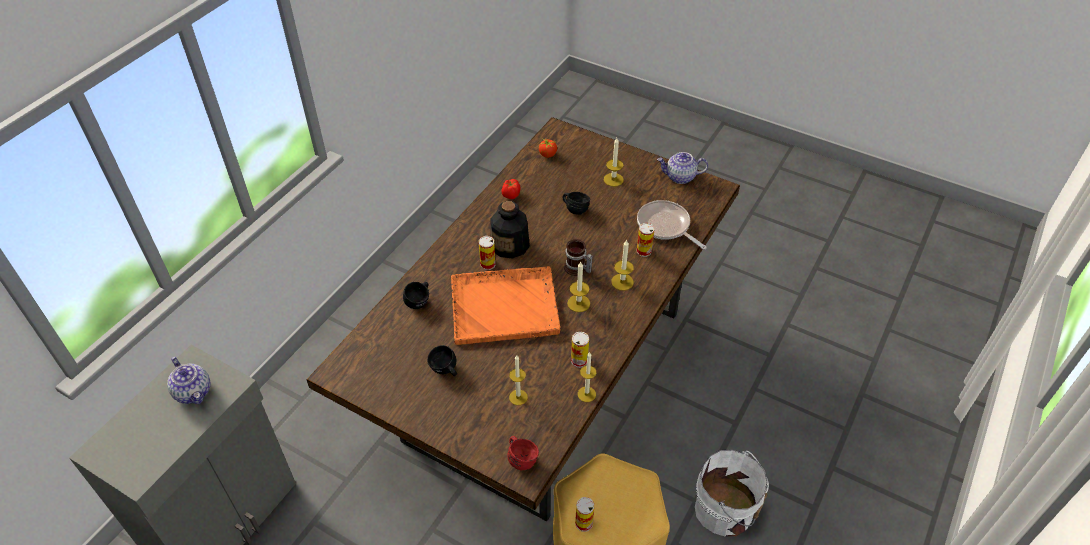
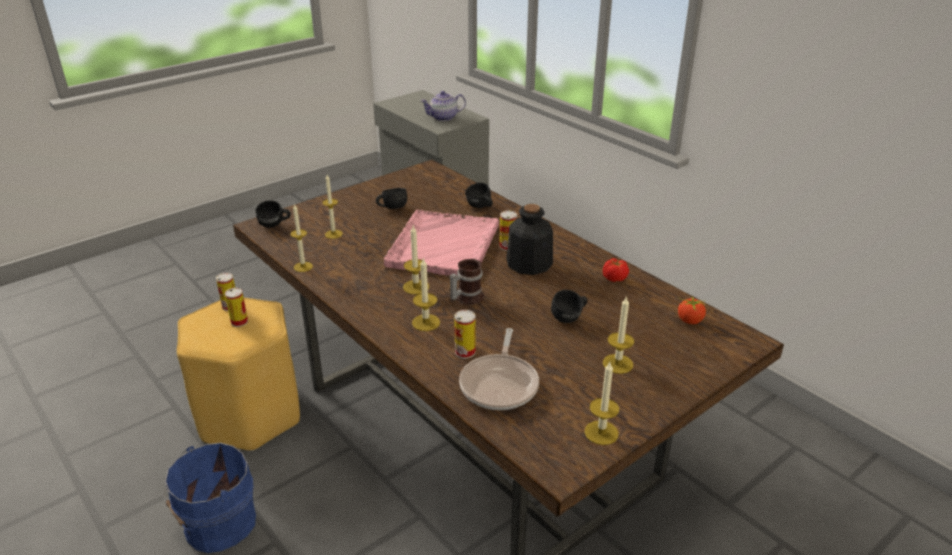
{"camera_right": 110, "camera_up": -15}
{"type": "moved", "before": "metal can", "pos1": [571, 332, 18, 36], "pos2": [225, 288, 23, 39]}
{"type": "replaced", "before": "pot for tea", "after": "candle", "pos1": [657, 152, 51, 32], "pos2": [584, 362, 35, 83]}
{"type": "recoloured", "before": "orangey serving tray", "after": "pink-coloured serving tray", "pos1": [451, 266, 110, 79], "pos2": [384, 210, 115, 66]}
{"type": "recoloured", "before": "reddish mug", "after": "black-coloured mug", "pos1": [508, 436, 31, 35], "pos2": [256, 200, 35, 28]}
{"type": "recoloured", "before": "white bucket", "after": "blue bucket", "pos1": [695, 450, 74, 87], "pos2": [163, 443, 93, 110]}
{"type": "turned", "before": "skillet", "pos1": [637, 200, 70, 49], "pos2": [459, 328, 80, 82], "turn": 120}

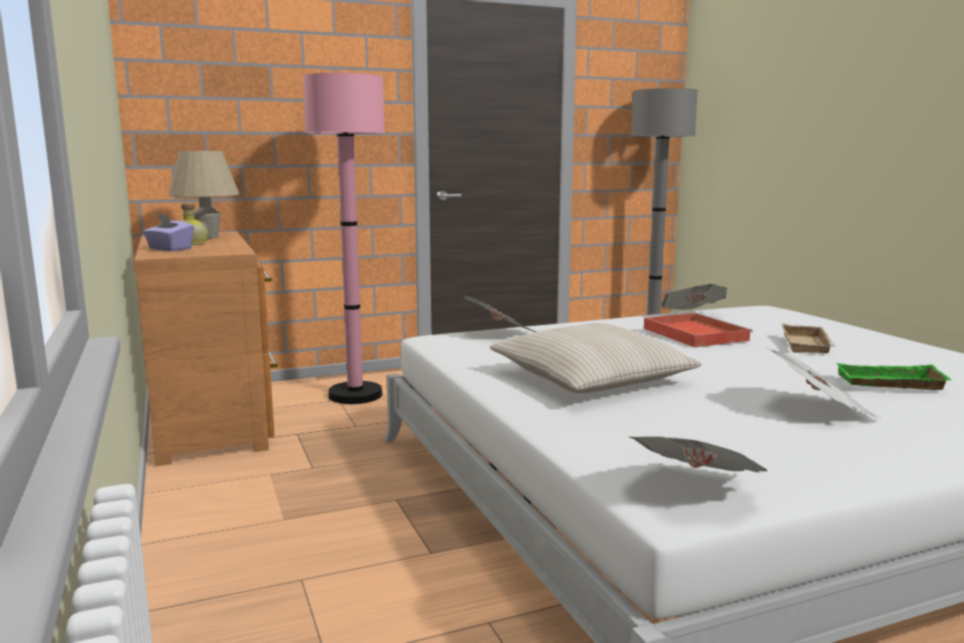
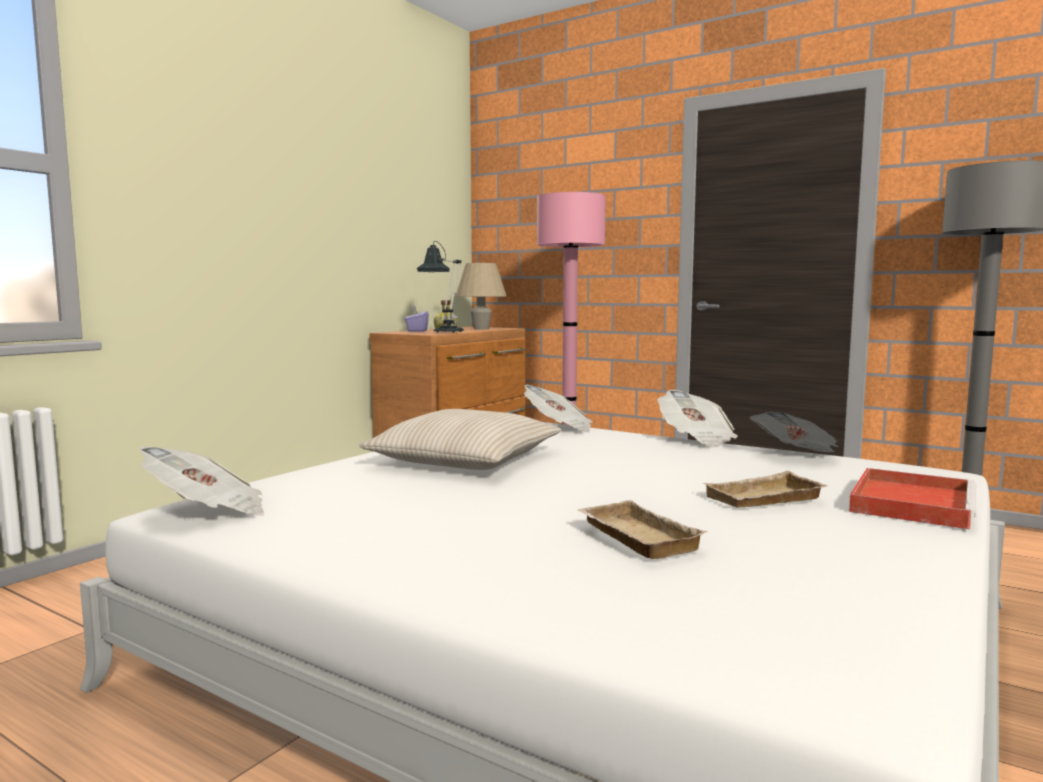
{"camera_right": 55, "camera_up": -5}
{"type": "added", "after": "tabletop lamp", "pos2": [417, 241, 47, 92]}
{"type": "moved", "before": "reddish serving tray", "pos1": [644, 312, 109, 35], "pos2": [849, 468, 127, 62]}
{"type": "moved", "before": "daily paper", "pos1": [767, 348, 113, 70], "pos2": [657, 390, 81, 58]}
{"type": "recoloured", "before": "greenish serving tray", "after": "beige-coloured serving tray", "pos1": [836, 363, 116, 27], "pos2": [578, 500, 129, 59]}

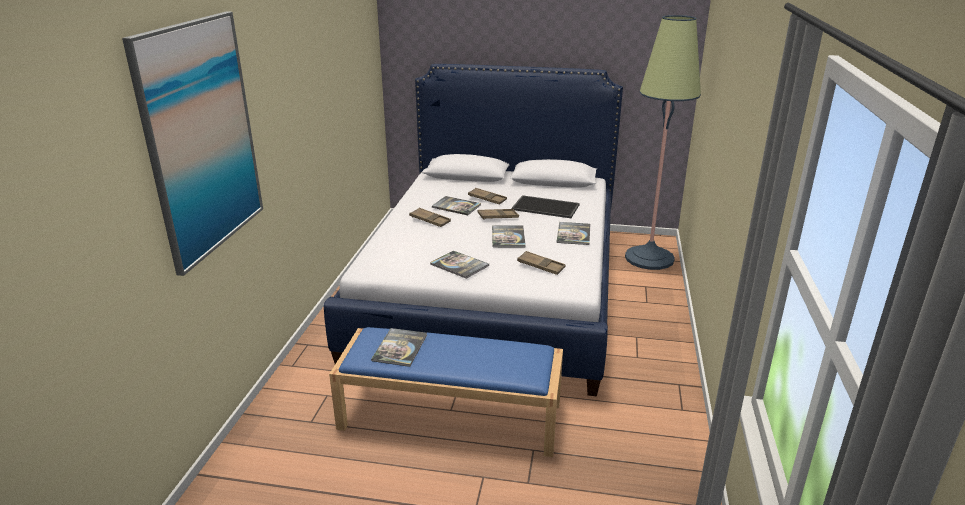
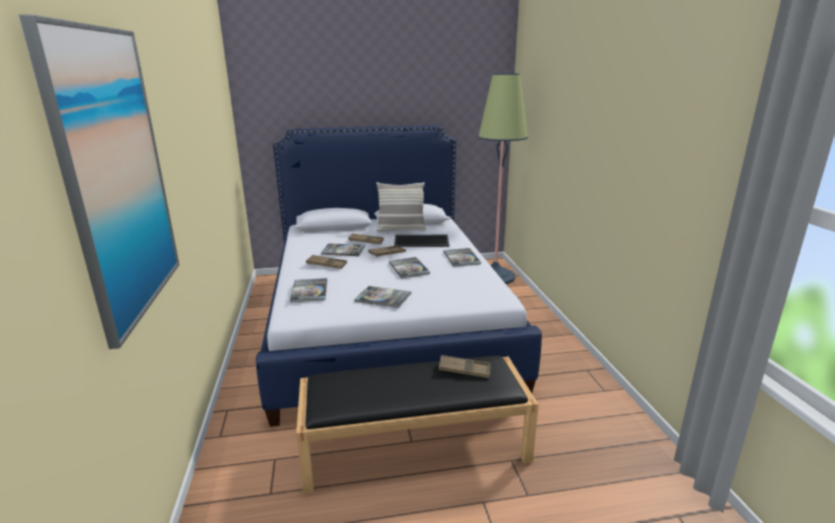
{"camera_right": -20, "camera_up": -5}
{"type": "added", "after": "cushion", "pos2": [376, 182, 50, 50]}
{"type": "moved", "before": "volume", "pos1": [371, 328, 56, 39], "pos2": [290, 278, 37, 24]}
{"type": "moved", "before": "brownish serving tray", "pos1": [517, 251, 48, 24], "pos2": [438, 355, 52, 23]}
{"type": "recoloured", "before": "blue bench", "after": "black-coloured bench", "pos1": [329, 327, 234, 130], "pos2": [296, 356, 243, 139]}

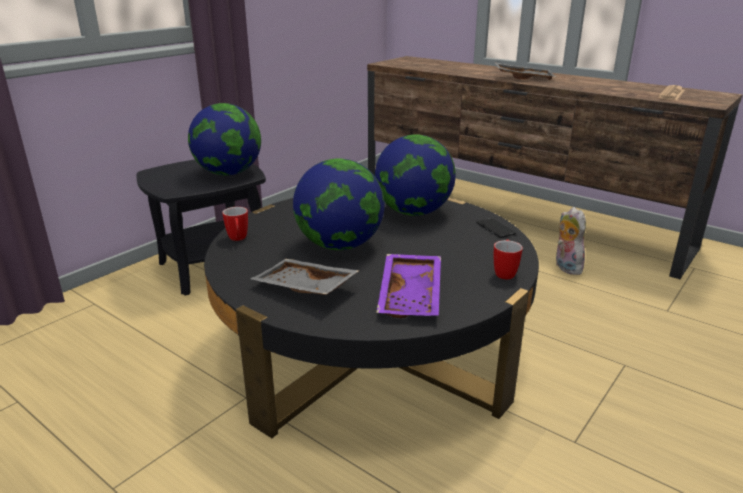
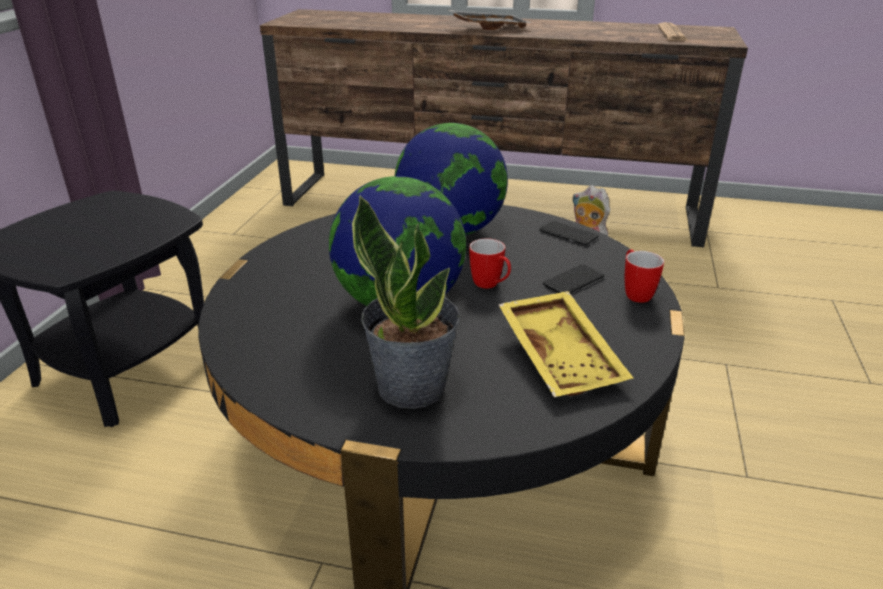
{"camera_right": -25, "camera_up": 5}
{"type": "removed", "before": "desk globe", "pos1": [188, 103, 73, 72]}
{"type": "added", "after": "handset", "pos2": [543, 264, 61, 29]}
{"type": "moved", "before": "mug", "pos1": [222, 207, 26, 34], "pos2": [469, 239, 42, 50]}
{"type": "replaced", "before": "grey serving tray", "after": "houseplant", "pos1": [250, 259, 109, 36], "pos2": [352, 195, 108, 214]}
{"type": "recoloured", "before": "purple-coloured serving tray", "after": "yellow-coloured serving tray", "pos1": [376, 254, 65, 64], "pos2": [498, 291, 135, 106]}

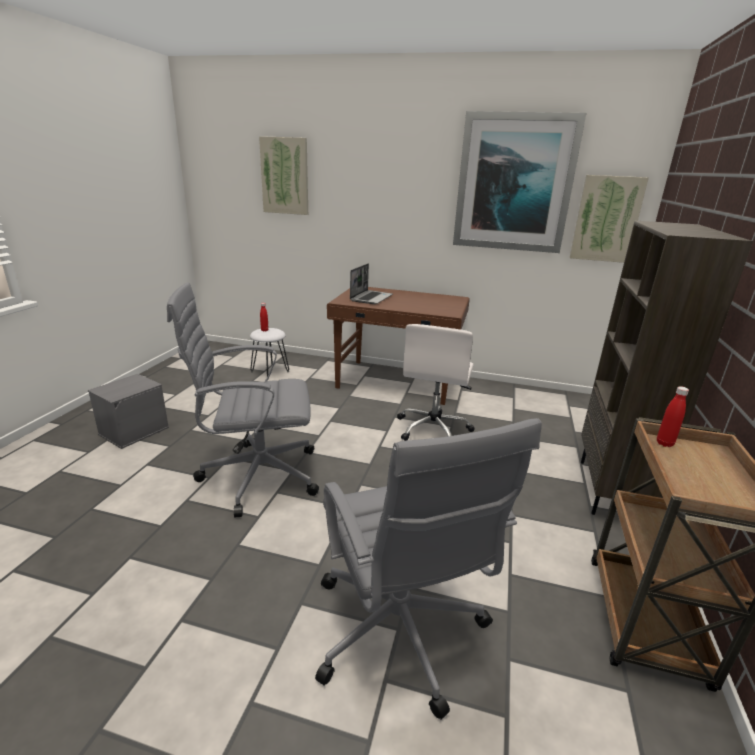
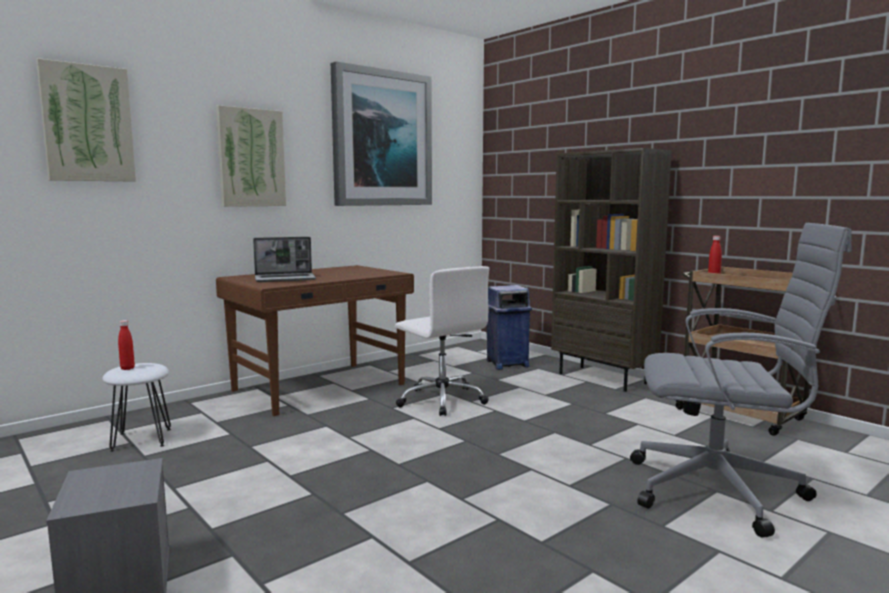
{"camera_right": -55, "camera_up": -15}
{"type": "removed", "before": "grey office chair", "pos1": [167, 282, 152, 235]}
{"type": "added", "after": "blue trash can", "pos2": [486, 285, 46, 85]}
{"type": "moved", "before": "picture", "pos1": [570, 175, 79, 88], "pos2": [216, 105, 70, 102]}
{"type": "turned", "before": "portable computer", "pos1": [350, 264, 43, 40], "pos2": [253, 237, 63, 45], "turn": 105}

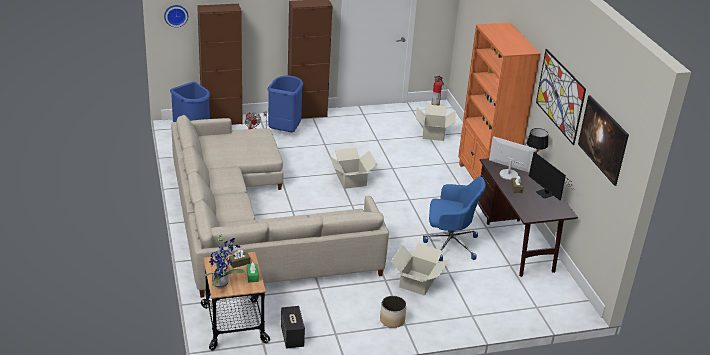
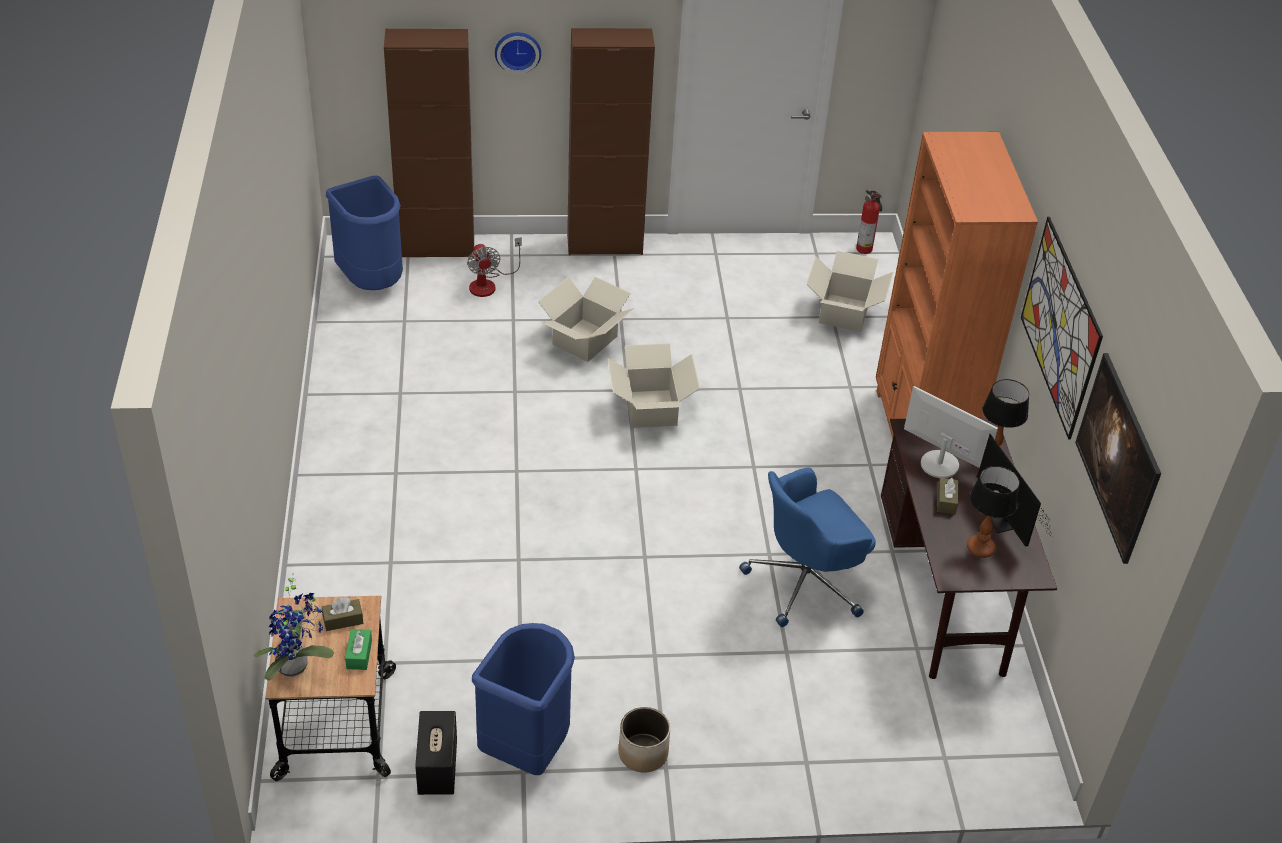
{"camera_right": 10, "camera_up": 10}
{"type": "removed", "before": "beige-coloured couch", "pos1": [171, 115, 218, 183]}
{"type": "added", "after": "tabletop lamp", "pos2": [967, 466, 53, 92]}
{"type": "moved", "before": "wall clock", "pos1": [164, 5, 24, 22], "pos2": [495, 32, 46, 42]}
{"type": "moved", "before": "blue trash can", "pos1": [268, 76, 35, 56], "pos2": [472, 623, 103, 152]}
{"type": "moved", "before": "packing box", "pos1": [391, 243, 58, 53], "pos2": [538, 277, 96, 85]}
{"type": "turned", "before": "blue office chair", "pos1": [423, 177, 63, 84], "pos2": [739, 468, 137, 159], "turn": 135}

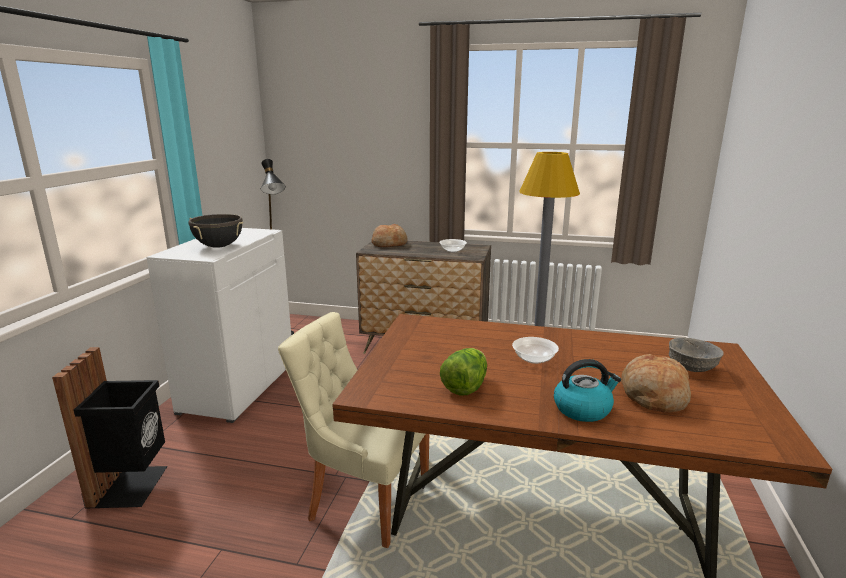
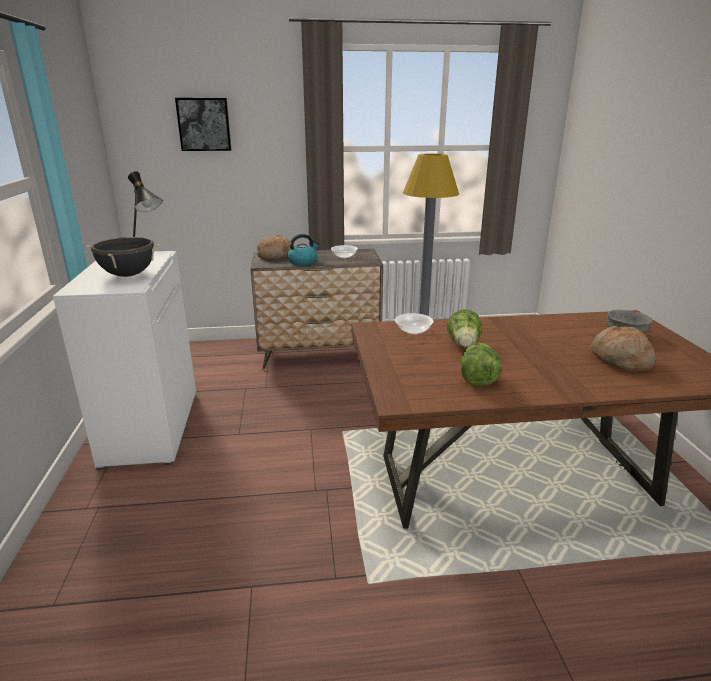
{"camera_right": -20, "camera_up": 5}
{"type": "removed", "before": "black-coloured trash can", "pos1": [52, 347, 116, 161]}
{"type": "removed", "before": "beige-coloured plain chair", "pos1": [278, 312, 151, 236]}
{"type": "added", "after": "picture", "pos2": [175, 98, 57, 53]}
{"type": "added", "after": "head of lettuce", "pos2": [447, 309, 35, 38]}
{"type": "moved", "before": "serving bowl", "pos1": [512, 337, 47, 27], "pos2": [395, 313, 39, 22]}
{"type": "moved", "before": "kettle", "pos1": [554, 359, 67, 63], "pos2": [287, 234, 32, 31]}

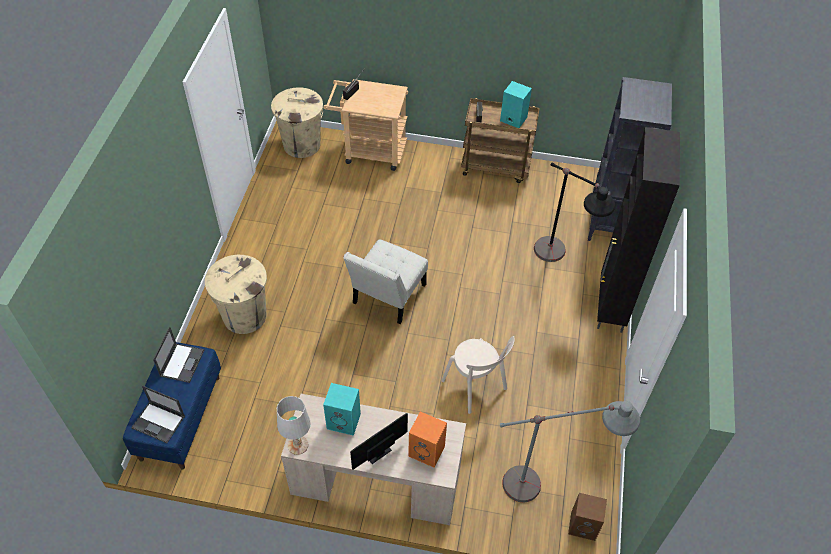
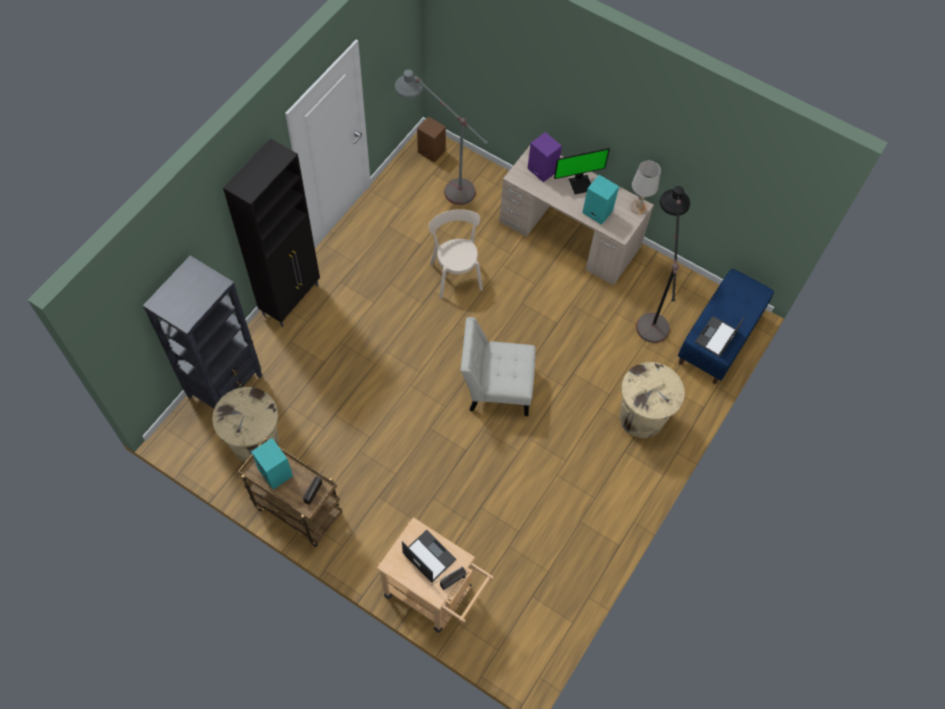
{"camera_right": -160, "camera_up": 10}
{"type": "moved", "before": "portable computer", "pos1": [131, 386, 54, 57], "pos2": [402, 530, 55, 53]}
{"type": "moved", "before": "beige-coloured trash can", "pos1": [271, 87, 52, 71], "pos2": [212, 387, 66, 76]}
{"type": "moved", "before": "black-coloured floor lamp", "pos1": [534, 163, 81, 99], "pos2": [636, 186, 54, 157]}
{"type": "recoloured", "before": "orangey audio speaker", "after": "purple-coloured audio speaker", "pos1": [408, 412, 39, 56], "pos2": [527, 132, 35, 50]}
{"type": "turned", "before": "white plain chair", "pos1": [343, 239, 85, 85], "pos2": [461, 317, 75, 99], "turn": -135}

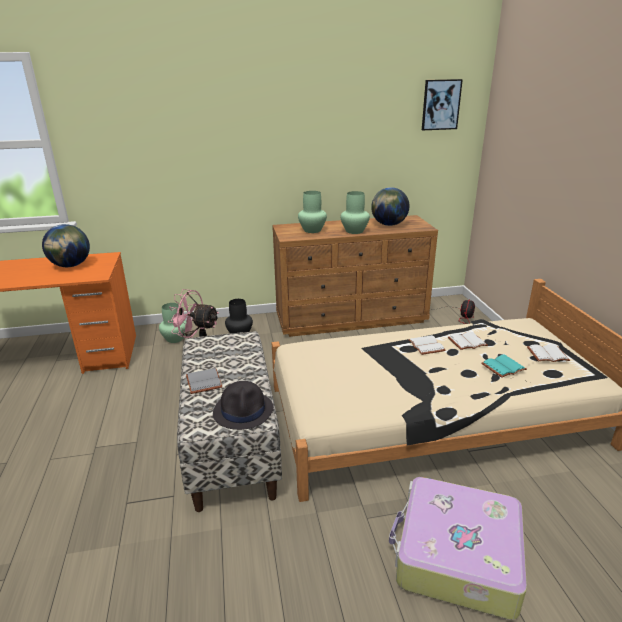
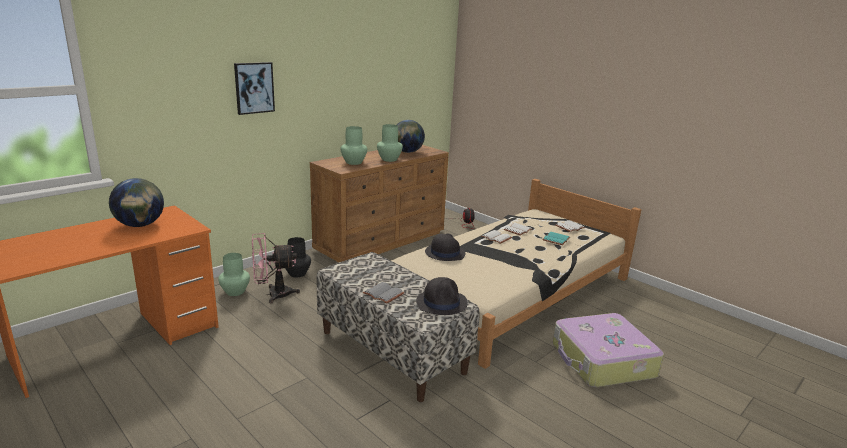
{"camera_right": -35, "camera_up": -5}
{"type": "added", "after": "black-coloured clothing hat", "pos2": [425, 234, 41, 27]}
{"type": "moved", "before": "picture", "pos1": [422, 79, 41, 51], "pos2": [234, 62, 41, 53]}

